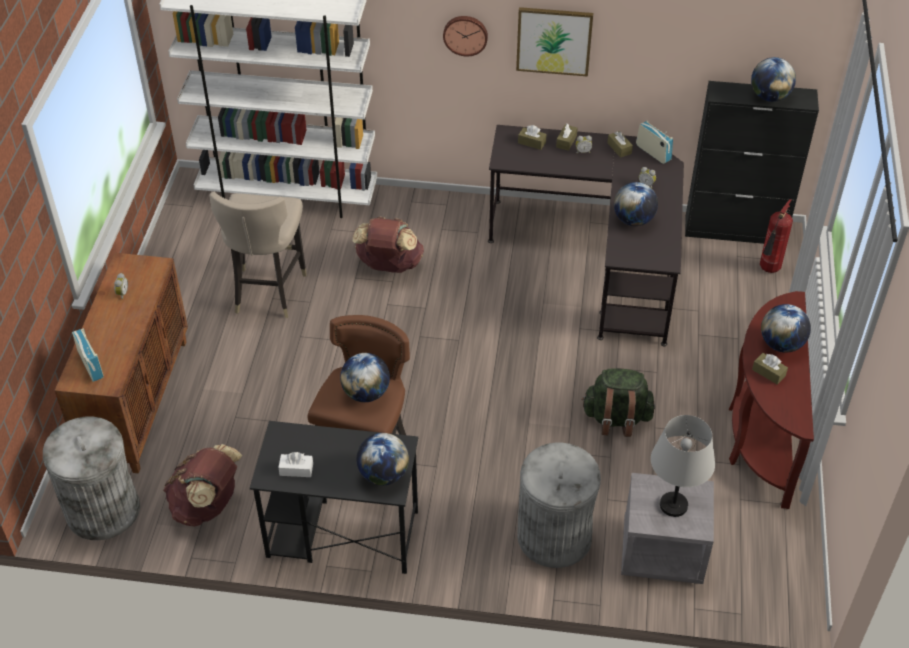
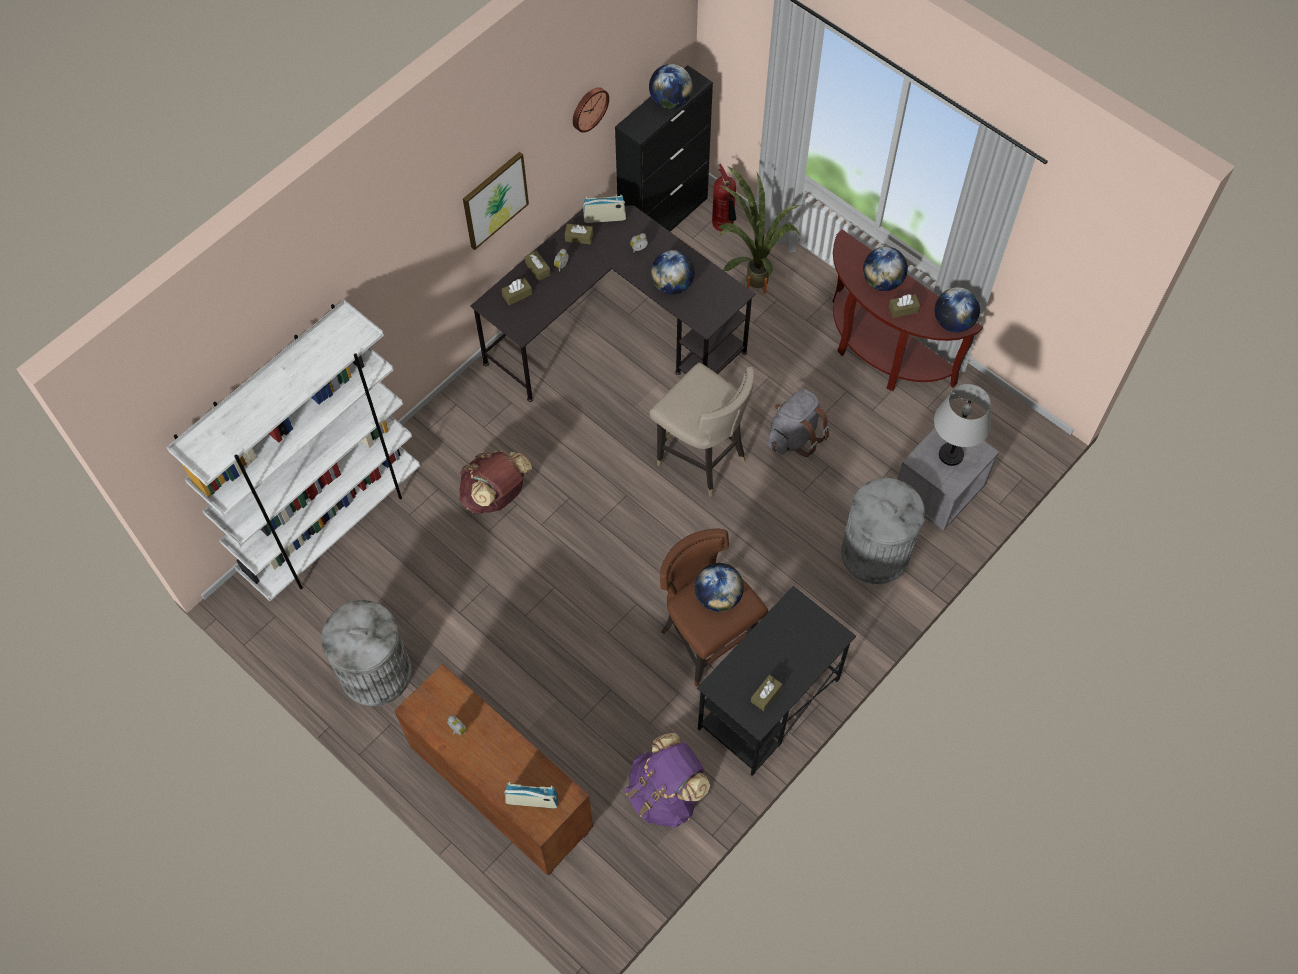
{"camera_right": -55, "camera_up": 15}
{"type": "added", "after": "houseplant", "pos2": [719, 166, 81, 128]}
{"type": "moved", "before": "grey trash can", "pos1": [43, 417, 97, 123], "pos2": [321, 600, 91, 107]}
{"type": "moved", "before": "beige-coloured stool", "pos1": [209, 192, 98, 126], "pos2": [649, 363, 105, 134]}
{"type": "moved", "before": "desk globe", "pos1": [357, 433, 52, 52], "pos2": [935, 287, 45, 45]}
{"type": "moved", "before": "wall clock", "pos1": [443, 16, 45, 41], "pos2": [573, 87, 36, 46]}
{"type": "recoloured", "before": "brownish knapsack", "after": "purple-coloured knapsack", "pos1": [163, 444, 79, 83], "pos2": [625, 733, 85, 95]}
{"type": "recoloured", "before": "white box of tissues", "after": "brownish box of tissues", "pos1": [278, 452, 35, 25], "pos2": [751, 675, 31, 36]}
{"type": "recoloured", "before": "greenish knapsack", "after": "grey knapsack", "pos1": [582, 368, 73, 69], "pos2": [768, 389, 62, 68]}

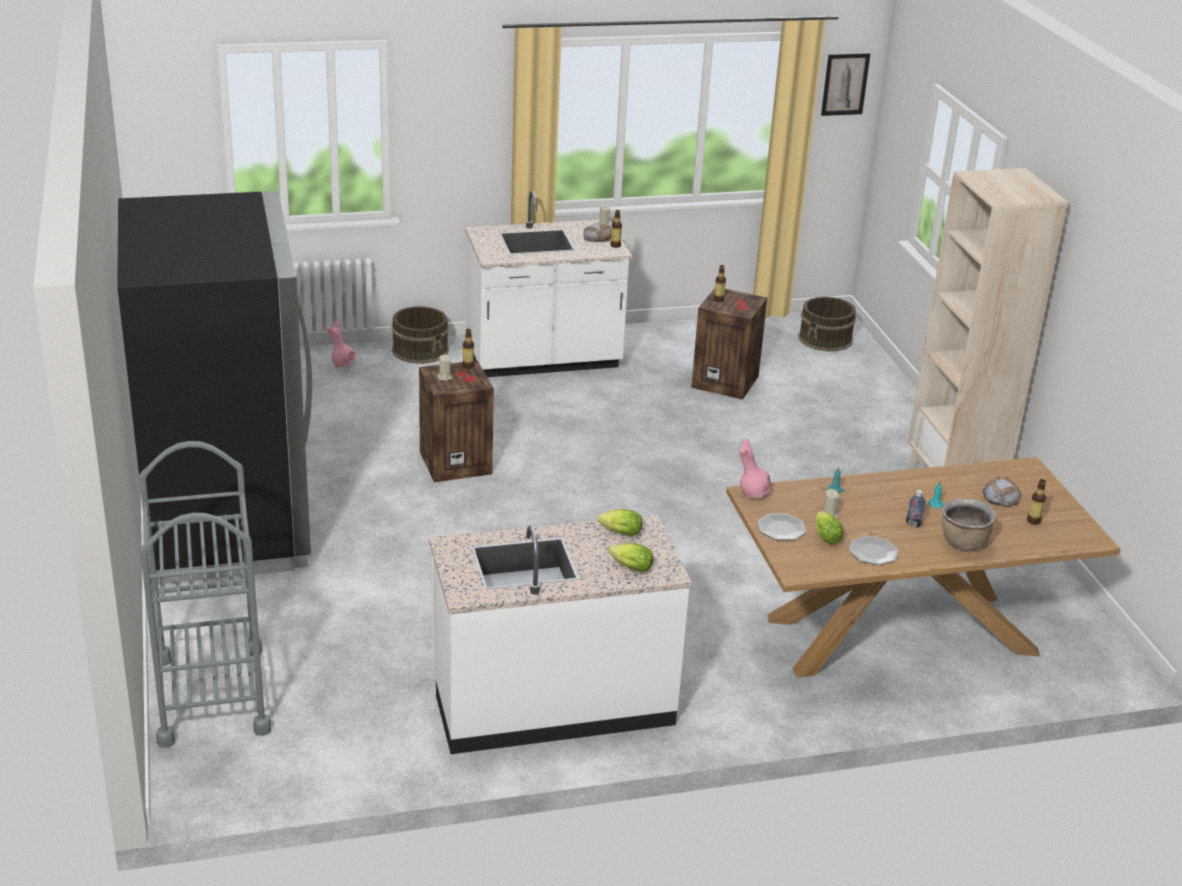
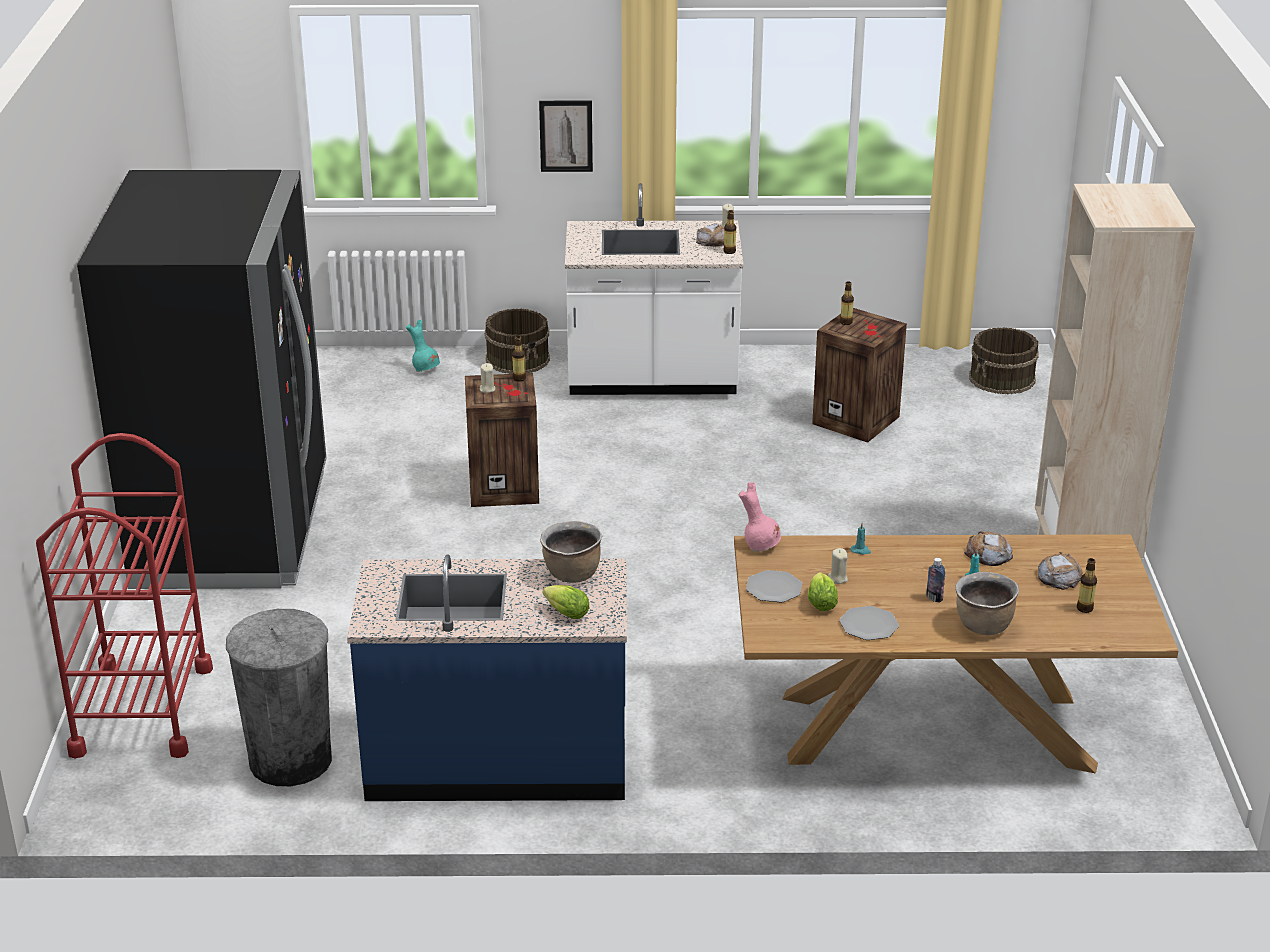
{"camera_right": 15, "camera_up": 0}
{"type": "added", "after": "grey trash can", "pos2": [226, 609, 106, 177]}
{"type": "added", "after": "bread", "pos2": [964, 531, 49, 35]}
{"type": "moved", "before": "picture", "pos1": [821, 53, 49, 63], "pos2": [539, 101, 54, 71]}
{"type": "replaced", "before": "head of lettuce", "after": "brownish saucepot", "pos1": [598, 509, 45, 27], "pos2": [540, 521, 62, 62]}
{"type": "recoloured", "before": "grey cart", "after": "reddish cart", "pos1": [139, 441, 132, 307], "pos2": [36, 433, 177, 325]}
{"type": "recoloured", "before": "pink-coloured decorative vase", "after": "blue-green decorative vase", "pos1": [326, 321, 30, 47], "pos2": [406, 320, 34, 52]}
{"type": "recoloured", "before": "white kitchen base unit", "after": "blue kitchen base unit", "pos1": [429, 515, 263, 239], "pos2": [347, 554, 280, 247]}

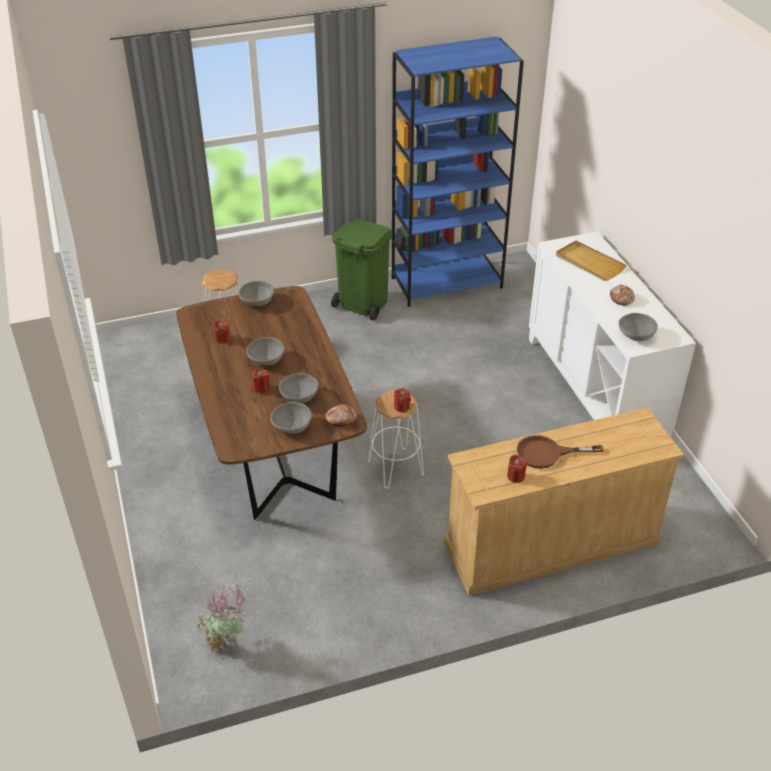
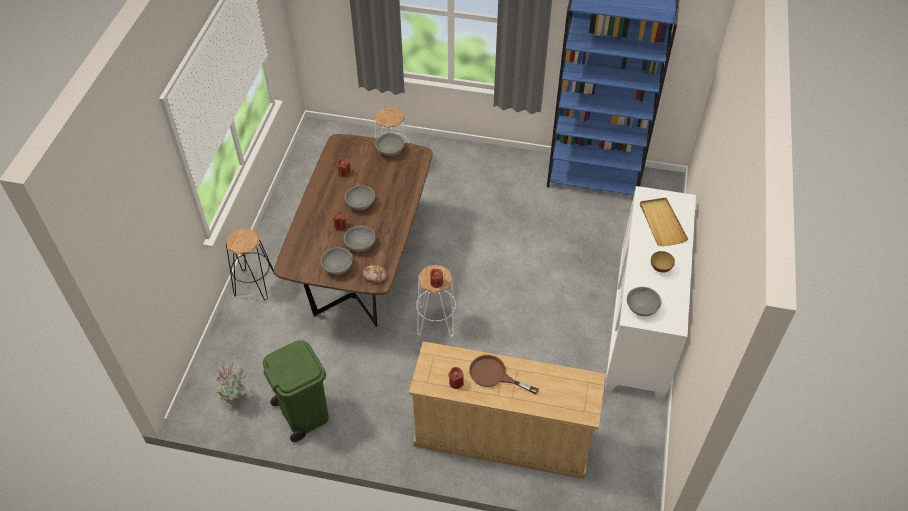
{"camera_right": 30, "camera_up": 10}
{"type": "added", "after": "black-coloured stool", "pos2": [226, 228, 48, 72]}
{"type": "moved", "before": "greenish trash can", "pos1": [331, 218, 62, 103], "pos2": [263, 340, 66, 102]}
{"type": "replaced", "before": "bread", "after": "serving bowl", "pos1": [610, 285, 25, 21], "pos2": [651, 251, 24, 22]}

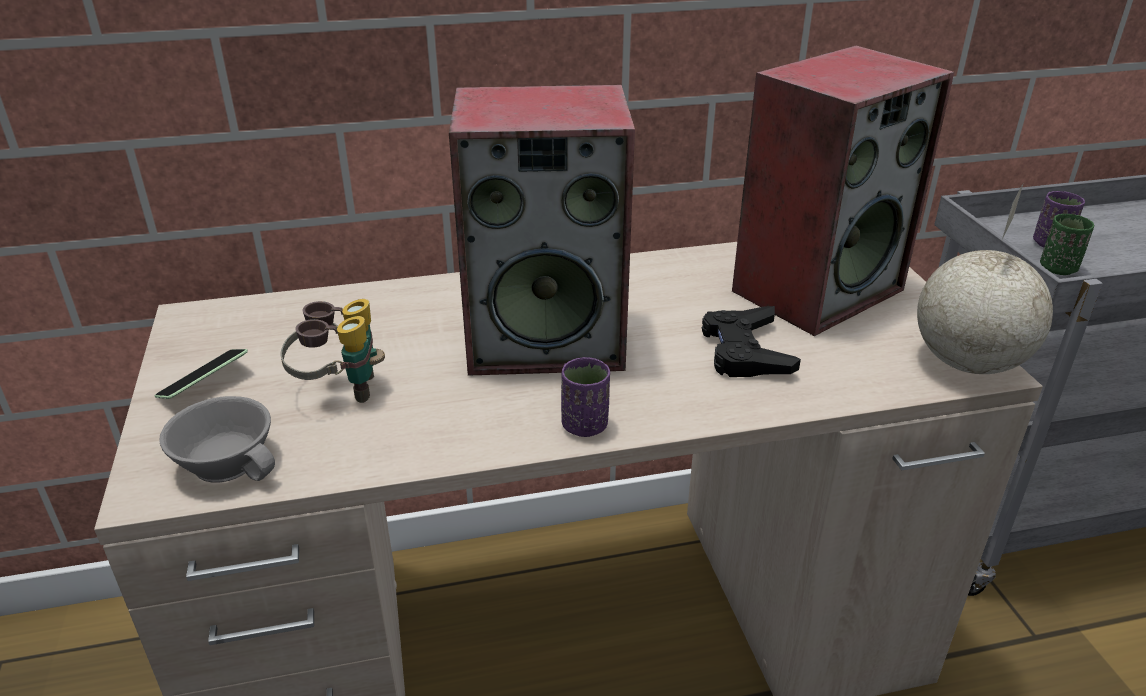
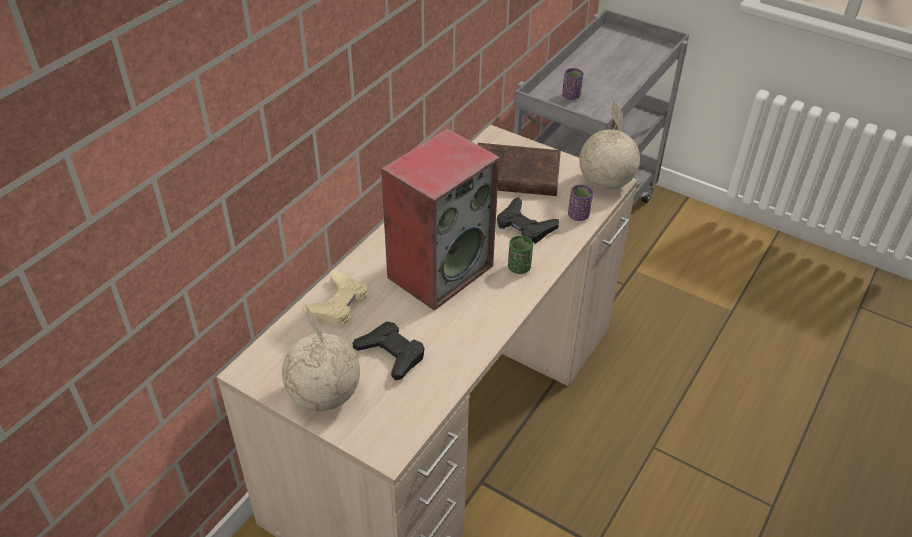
{"camera_right": -45, "camera_up": 10}
{"type": "removed", "before": "grey small cup", "pos1": [159, 396, 116, 87]}
{"type": "added", "after": "beige-coloured joypad", "pos2": [302, 270, 65, 55]}
{"type": "moved", "before": "purple-coloured small cup", "pos1": [561, 357, 49, 80], "pos2": [568, 185, 25, 36]}
{"type": "moved", "before": "greenish small cup", "pos1": [1040, 214, 54, 61], "pos2": [508, 235, 25, 39]}
{"type": "replaced", "before": "handset", "after": "desk globe", "pos1": [155, 349, 93, 50], "pos2": [282, 306, 78, 105]}
{"type": "replaced", "before": "field glasses", "after": "black-coloured joypad", "pos1": [281, 299, 104, 104], "pos2": [353, 321, 72, 59]}
{"type": "replaced", "before": "audio speaker", "after": "brownish volume", "pos1": [732, 46, 222, 290], "pos2": [478, 143, 83, 53]}

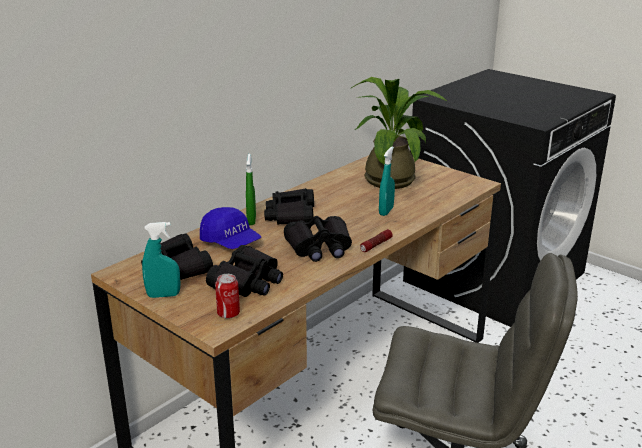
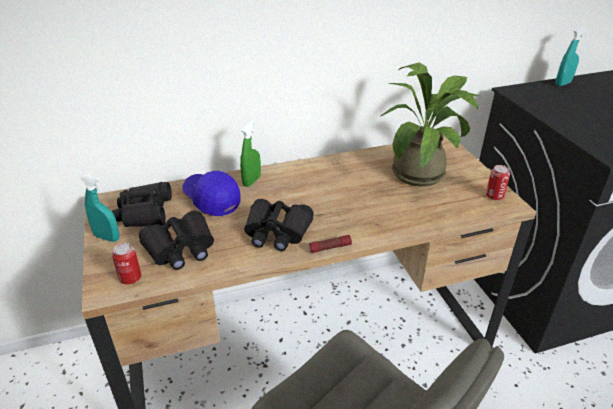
{"camera_right": 30, "camera_up": 10}
{"type": "removed", "before": "black-coloured field glasses", "pos1": [264, 188, 50, 37]}
{"type": "added", "after": "metal can", "pos2": [486, 165, 24, 35]}
{"type": "moved", "before": "blue-green hand sprayer", "pos1": [379, 146, 16, 70], "pos2": [555, 25, 32, 61]}
{"type": "turned", "before": "blue cap", "pos1": [200, 207, 61, 42], "pos2": [182, 171, 59, 45], "turn": 150}

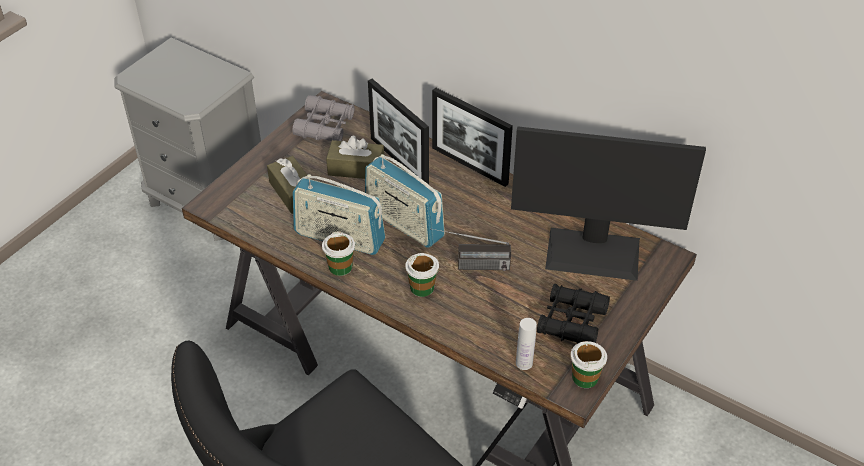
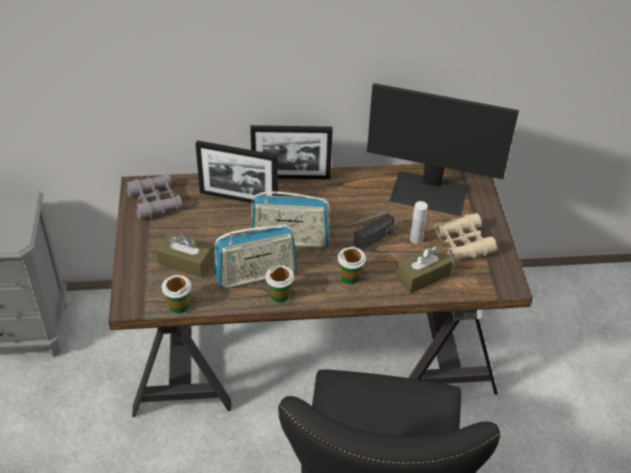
{"camera_right": -40, "camera_up": 0}
{"type": "moved", "before": "brownish box of tissues", "pos1": [326, 135, 58, 44], "pos2": [395, 245, 58, 49]}
{"type": "moved", "before": "white beverage bottle", "pos1": [516, 318, 21, 52], "pos2": [410, 201, 18, 43]}
{"type": "moved", "before": "small cup", "pos1": [570, 341, 37, 47], "pos2": [162, 275, 30, 38]}
{"type": "recoloured", "before": "black-coloured field glasses", "after": "beige-coloured field glasses", "pos1": [537, 284, 73, 60], "pos2": [435, 213, 62, 49]}
{"type": "turned", "before": "computer screen", "pos1": [511, 126, 195, 155], "pos2": [367, 83, 152, 133], "turn": 45}

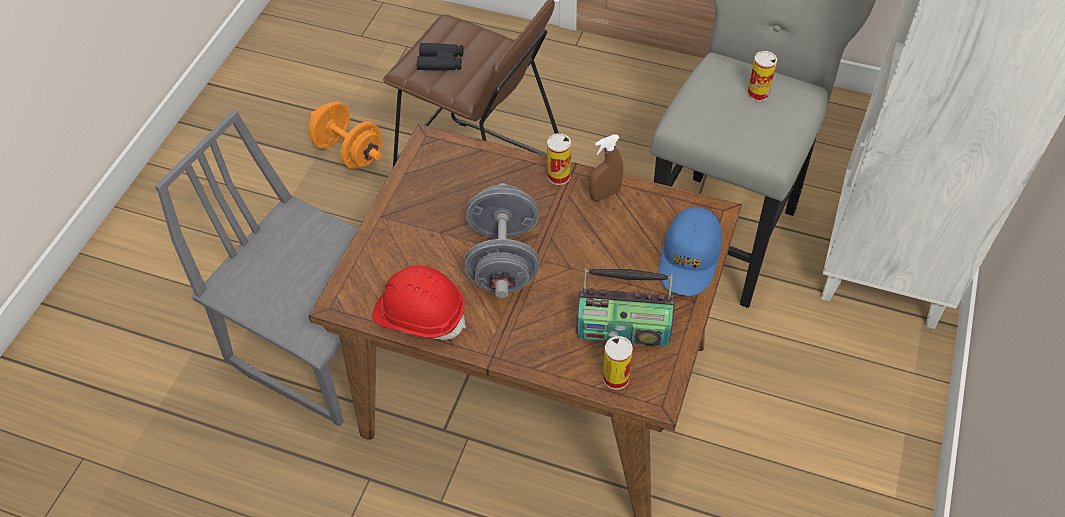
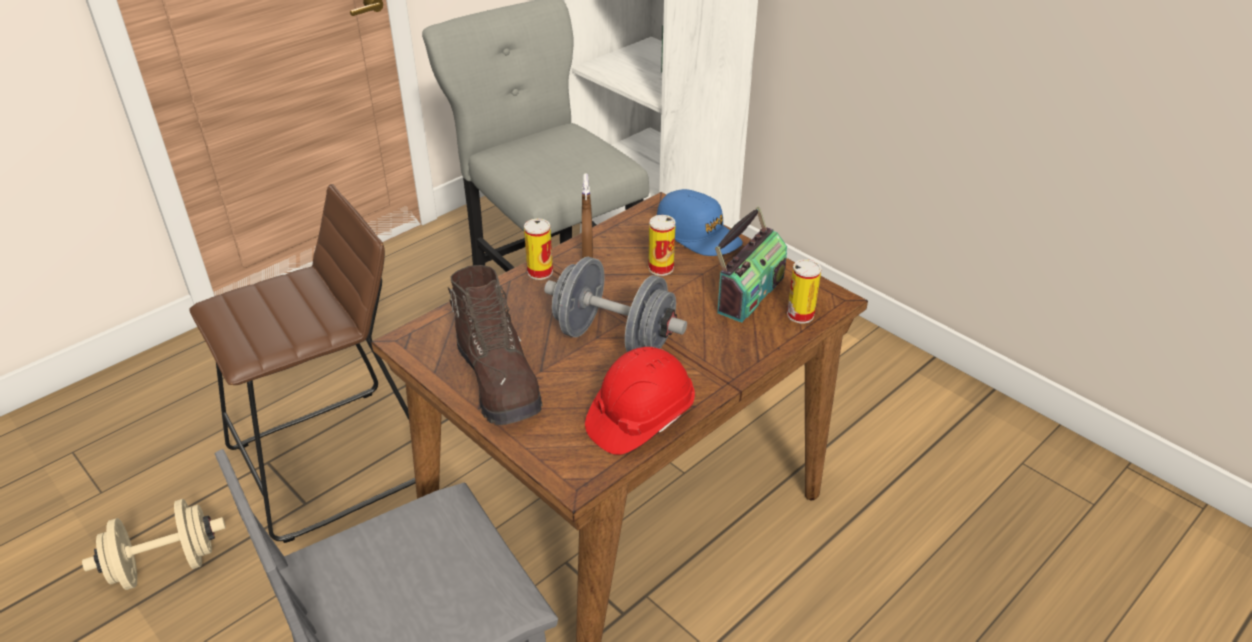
{"camera_right": -65, "camera_up": -15}
{"type": "removed", "before": "black-coloured field glasses", "pos1": [417, 43, 47, 27]}
{"type": "added", "after": "brownish boot", "pos2": [448, 265, 94, 160]}
{"type": "moved", "before": "metal can", "pos1": [748, 51, 29, 50], "pos2": [648, 215, 28, 61]}
{"type": "recoloured", "before": "orangey dumbbell", "after": "beige-coloured dumbbell", "pos1": [309, 101, 73, 68], "pos2": [82, 499, 144, 91]}

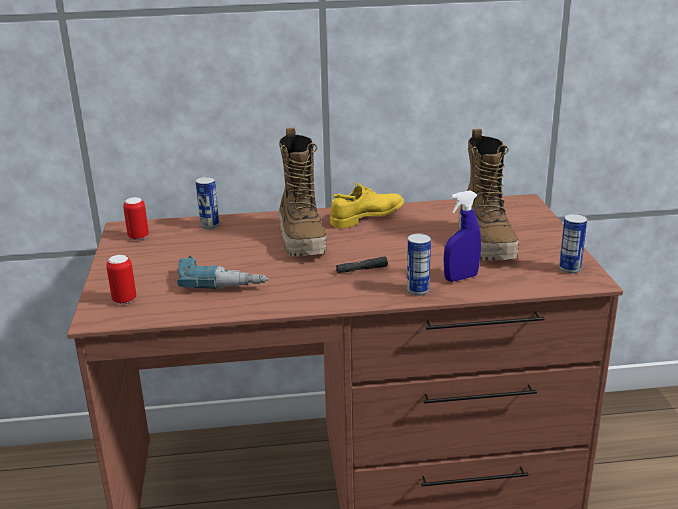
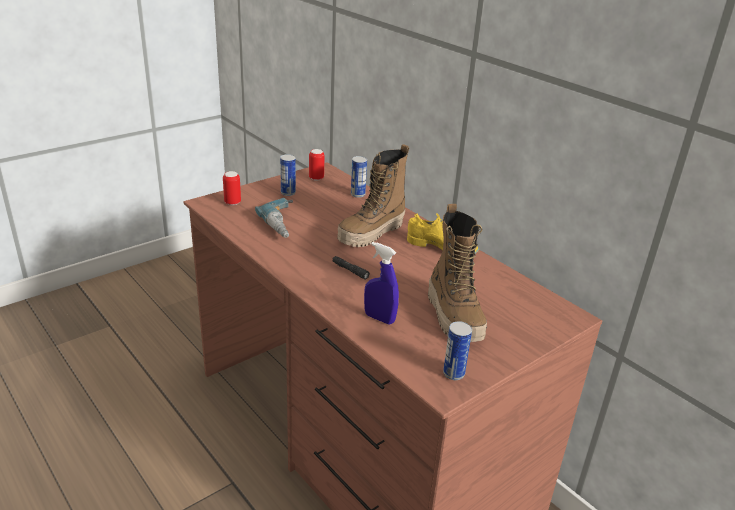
{"camera_right": 55, "camera_up": 5}
{"type": "moved", "before": "metal can", "pos1": [407, 233, 24, 63], "pos2": [280, 154, 16, 42]}
{"type": "turned", "before": "boot", "pos1": [458, 129, 61, 132], "pos2": [428, 204, 59, 138], "turn": -60}

